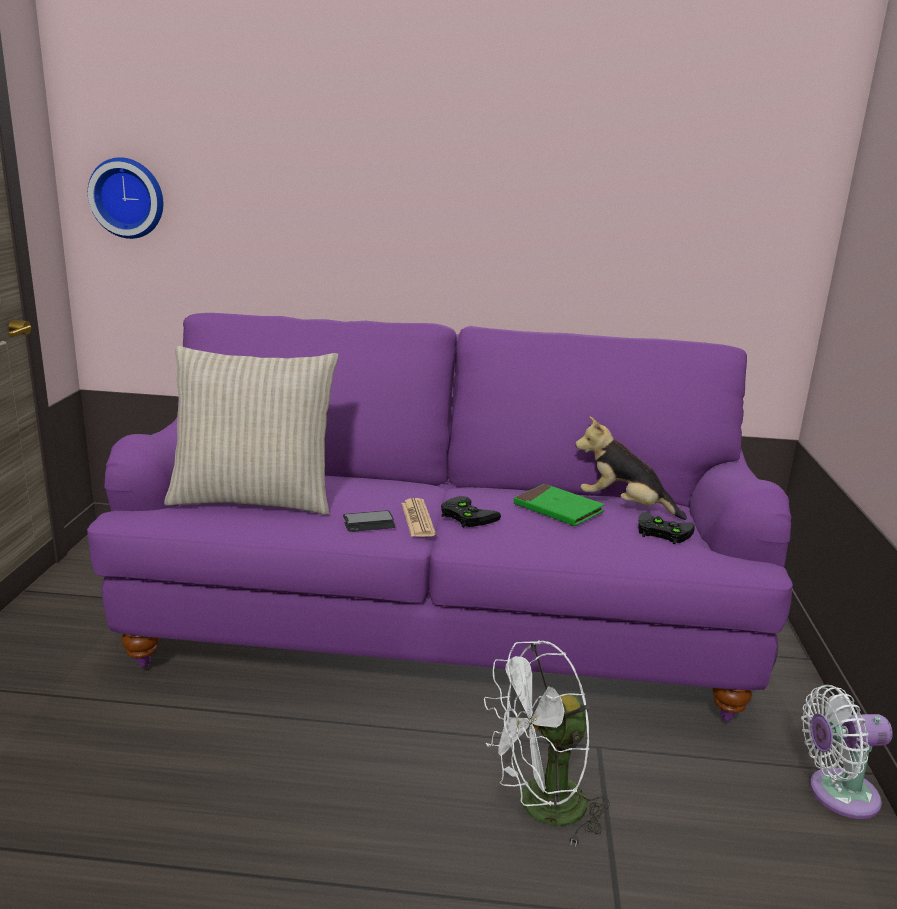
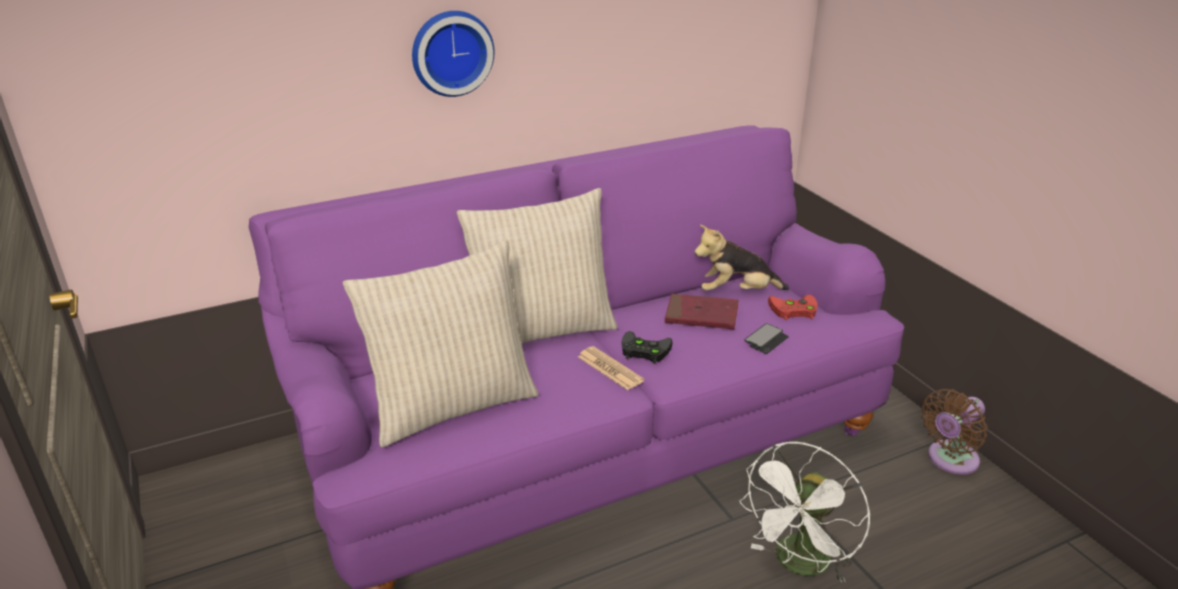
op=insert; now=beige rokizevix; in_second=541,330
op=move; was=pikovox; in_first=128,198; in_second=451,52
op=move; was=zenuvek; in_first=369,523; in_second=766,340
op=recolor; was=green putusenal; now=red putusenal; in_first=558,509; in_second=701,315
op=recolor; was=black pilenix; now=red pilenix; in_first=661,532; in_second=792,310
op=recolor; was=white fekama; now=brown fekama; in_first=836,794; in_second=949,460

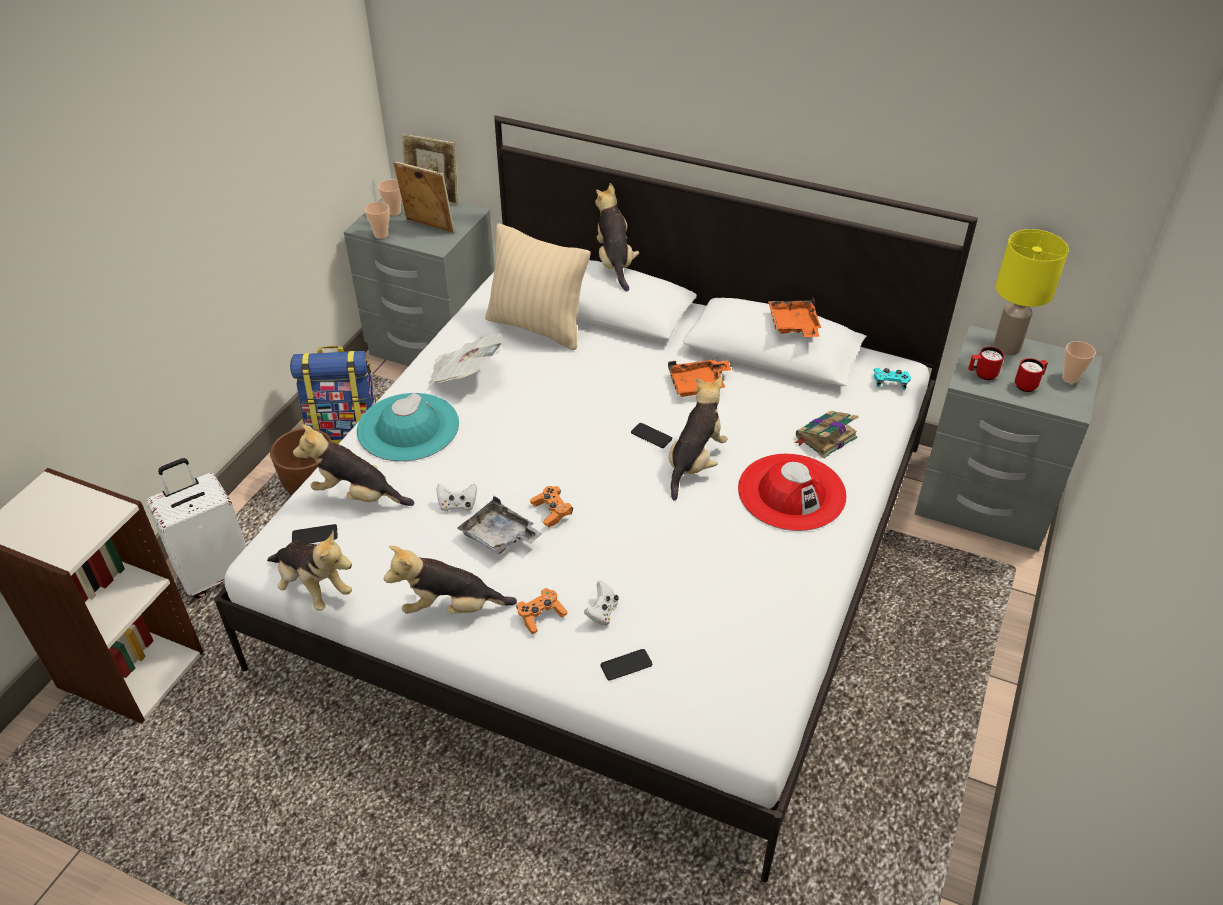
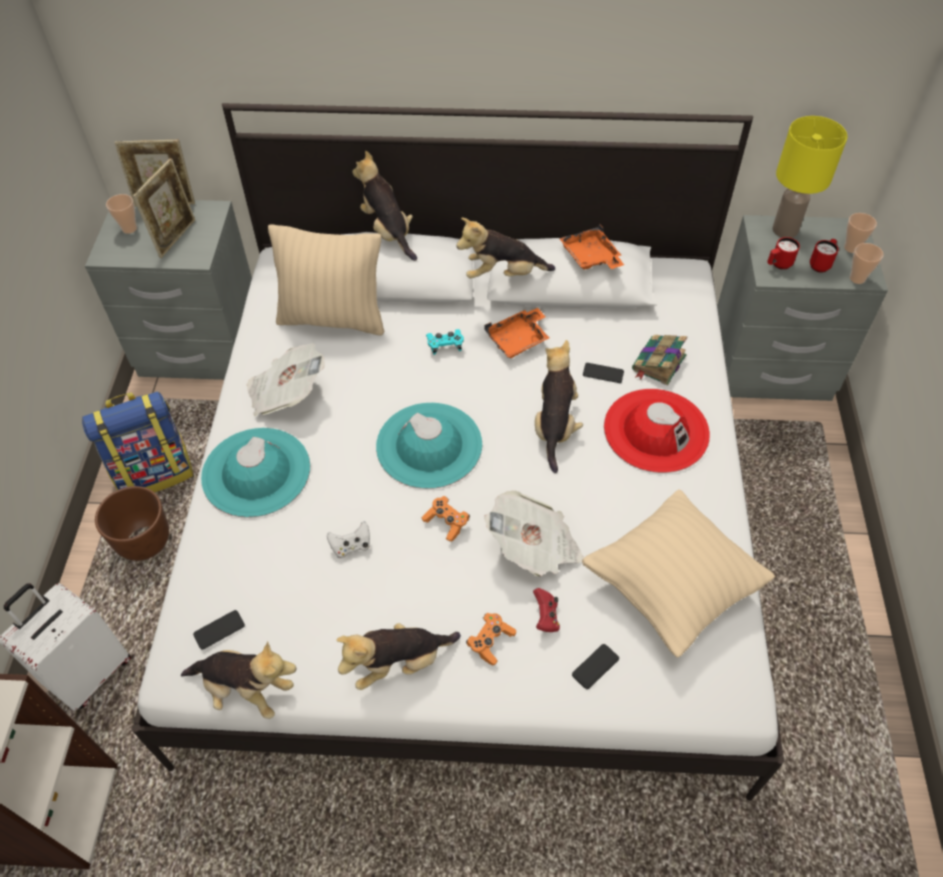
op=delete; was=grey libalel; in_first=499,536
op=insert; now=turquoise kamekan; in_second=429,445
op=insert; now=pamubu; in_second=534,548
op=insert; now=beige rokizevix; in_second=671,587
op=move; was=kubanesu; in_first=357,496; in_second=503,275
op=move; was=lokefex; in_first=381,235; in_second=857,278
op=move; was=zenuvek; in_first=651,436; in_second=603,373
op=move; was=turquoise pilenix; in_first=890,383; in_second=445,345
op=recolor; was=white pilenix; now=red pilenix; in_first=602,612; in_second=546,617
op=rotate; was=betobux; in_first=428,227; in_second=175,237; clockwise=105

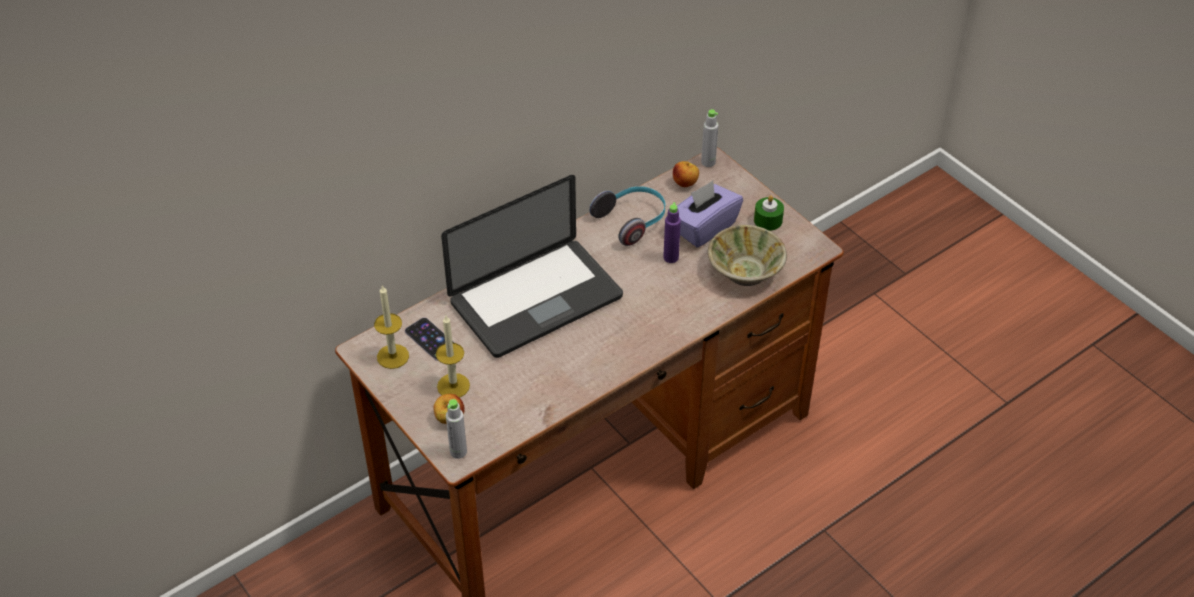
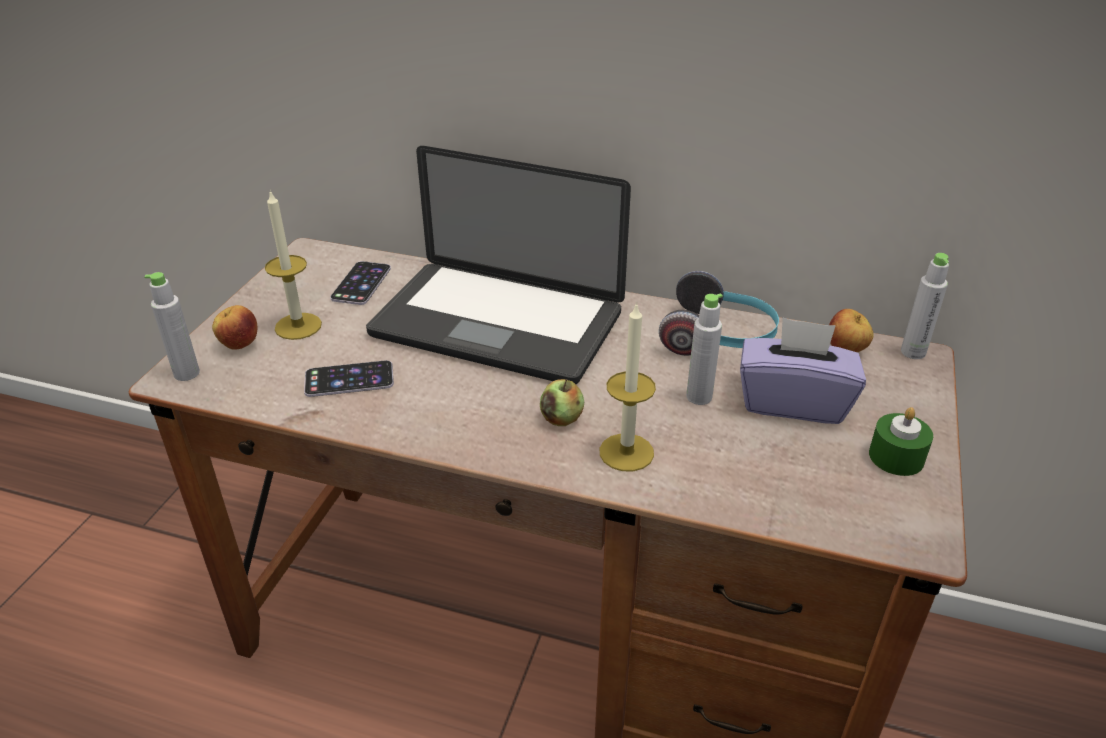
op=delete; was=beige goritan; in_first=745,270
op=insert; now=zenuvek; in_second=349,379
op=insert; now=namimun; in_second=561,418
op=move; was=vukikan; in_first=393,356; in_second=626,452
op=recolor; was=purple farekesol; now=grey farekesol; in_first=671,257; in_second=699,397

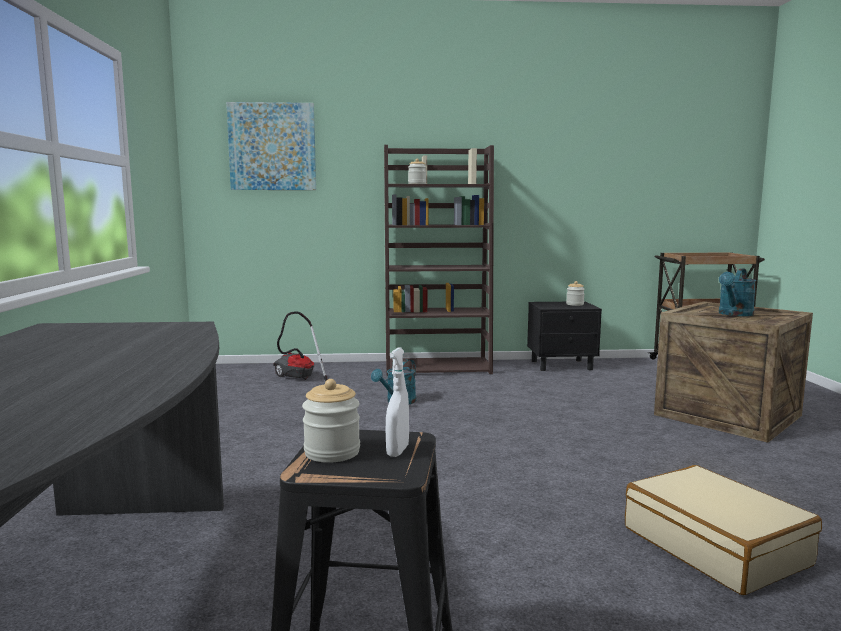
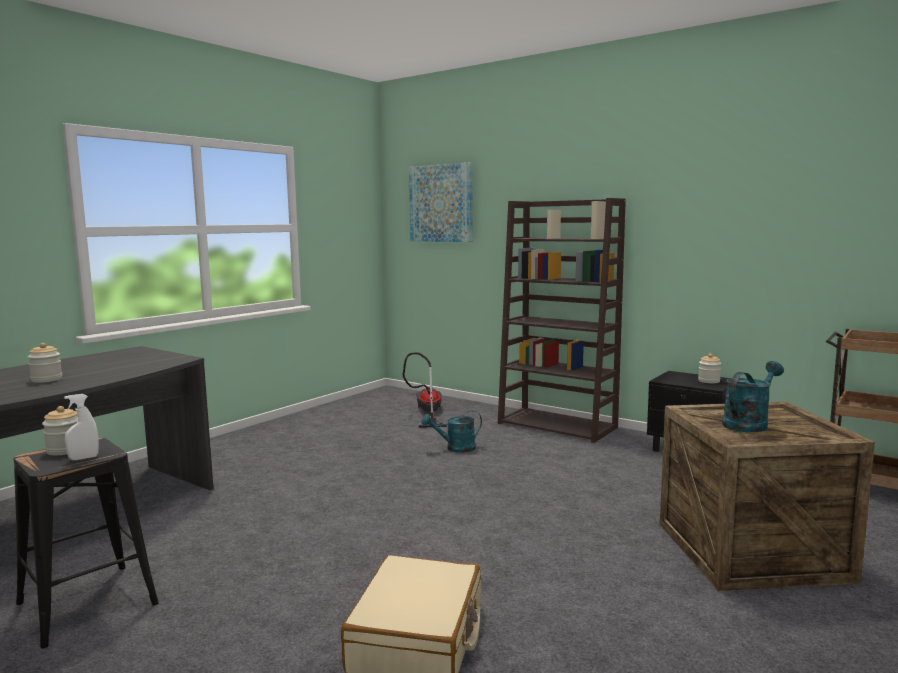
op=move; was=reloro; in_first=417,184; in_second=46,379
op=rotate; was=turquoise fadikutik; in_first=734,314; in_second=748,423; clockwise=150

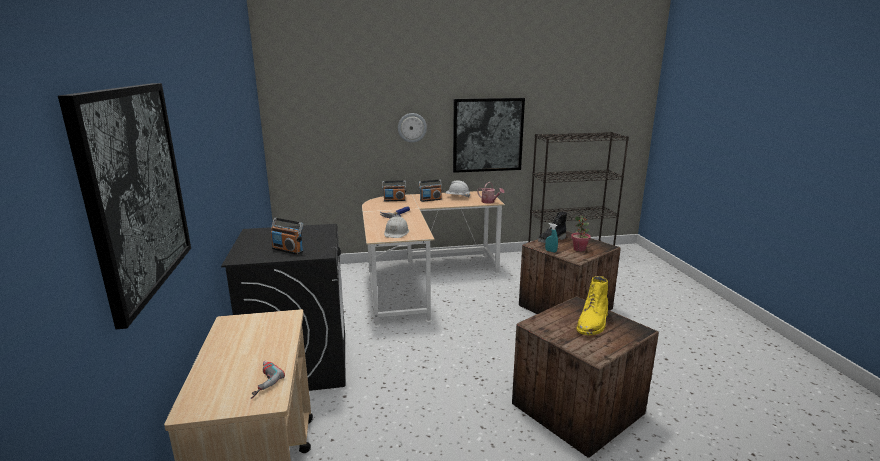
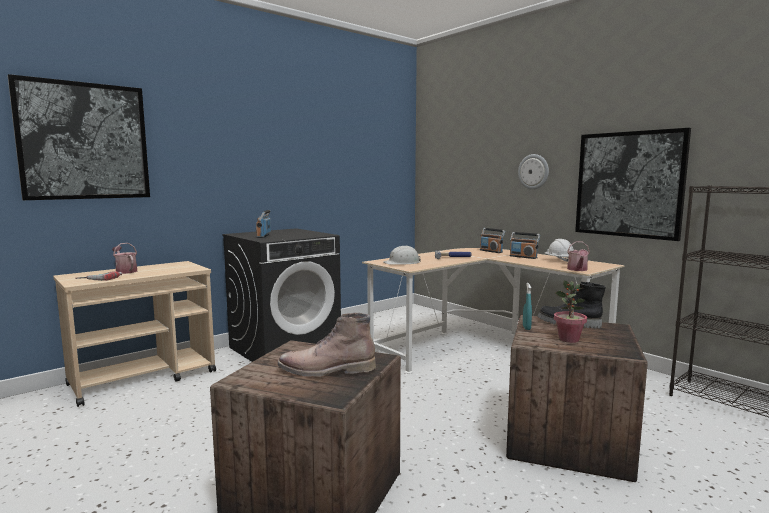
op=insert; now=fadikutik; in_second=125,271
op=recolor; was=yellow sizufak; now=brown sizufak; in_first=593,323; in_second=326,370

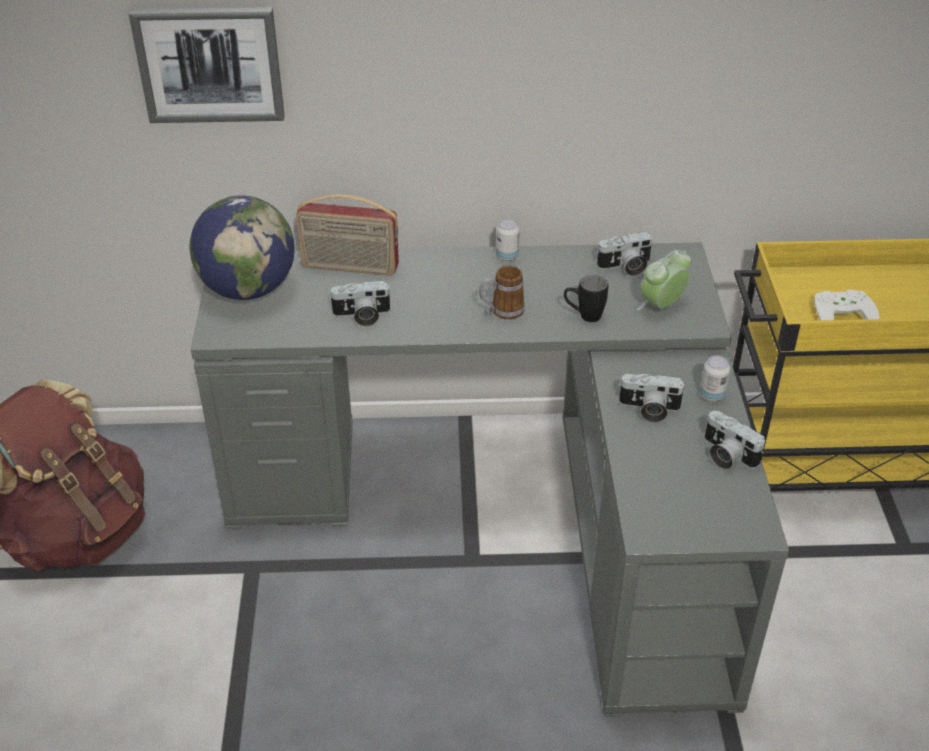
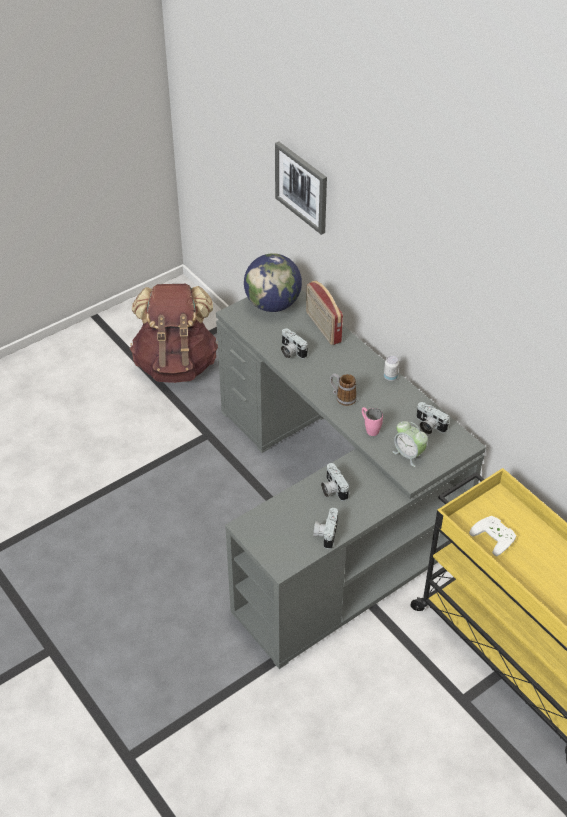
op=delete; was=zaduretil; in_first=712,395
op=recolor; was=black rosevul; now=pink rosevul; in_first=583,316; in_second=369,429
op=rotate; was=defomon; in_first=661,306; in_second=408,455; clockwise=-150

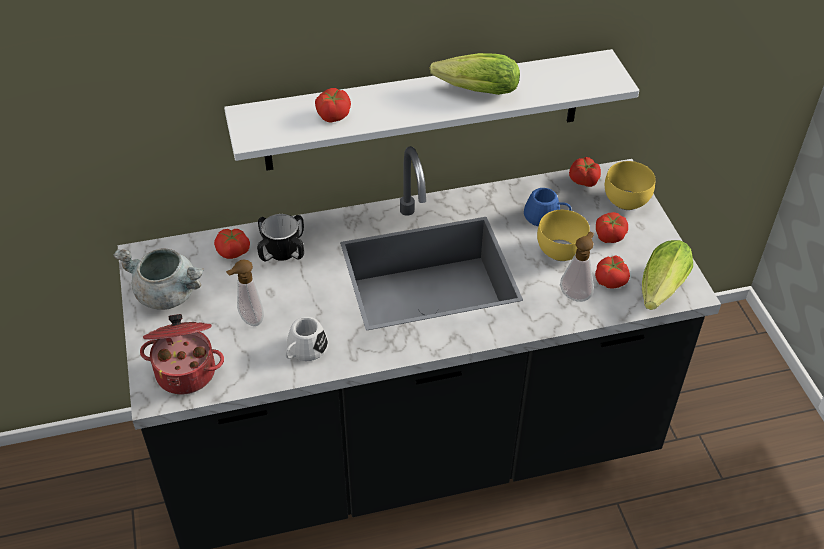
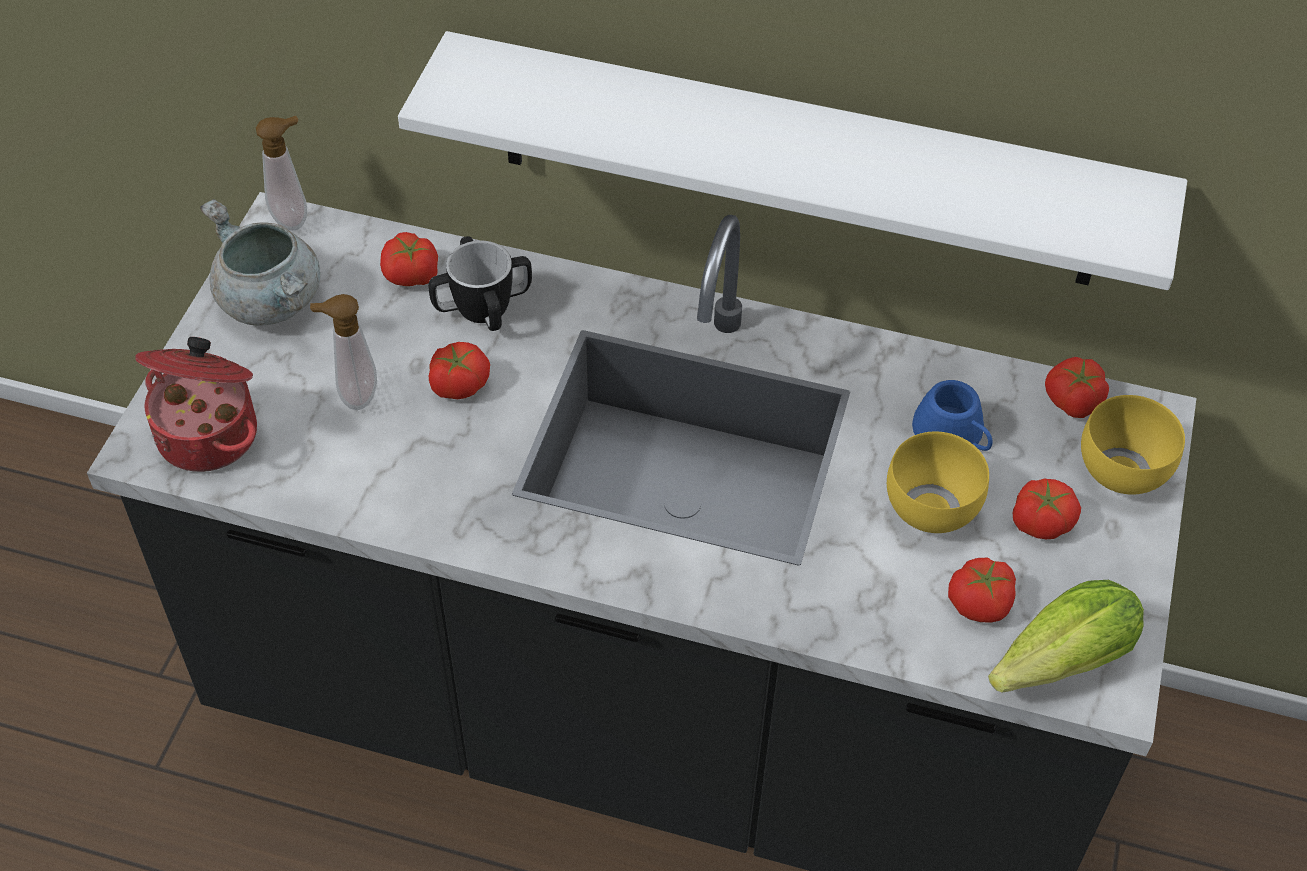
op=delete; was=white rosevul; in_first=304,351
op=delete; was=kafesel; in_first=473,91
op=move; was=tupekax; in_first=332,115; in_second=458,383
op=move; was=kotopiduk; in_first=576,294; in_second=294,218

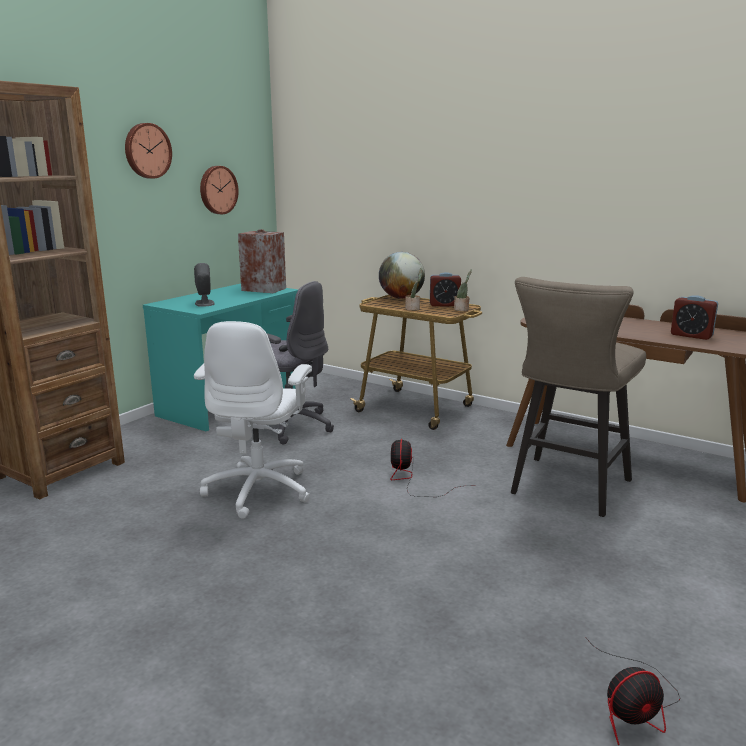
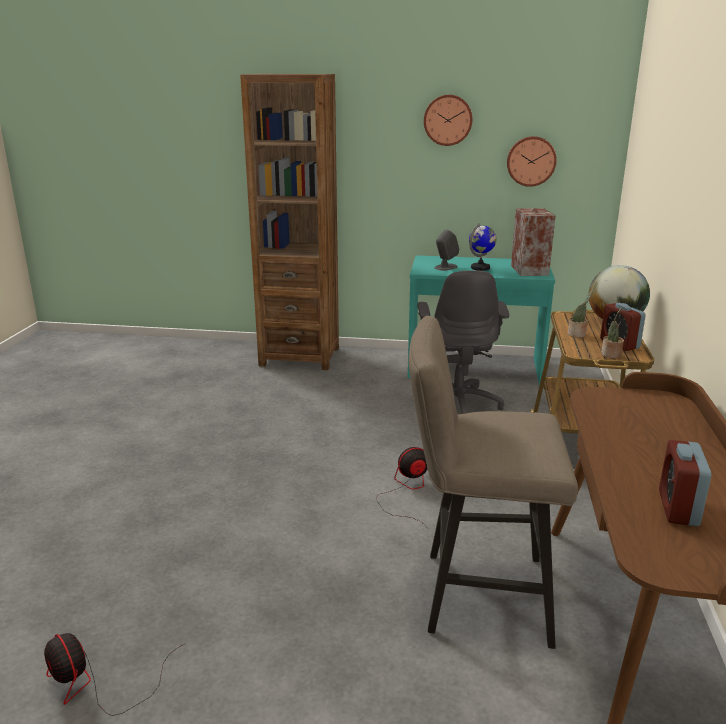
op=delete; was=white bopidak; in_first=260,490
op=insert; now=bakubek; in_second=480,268

